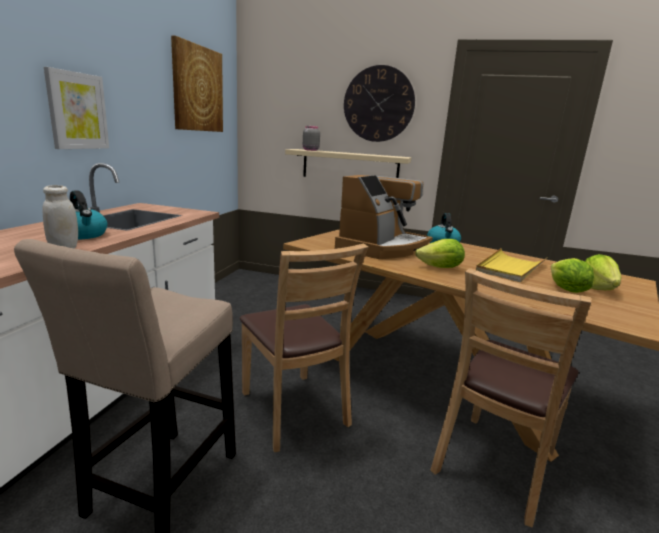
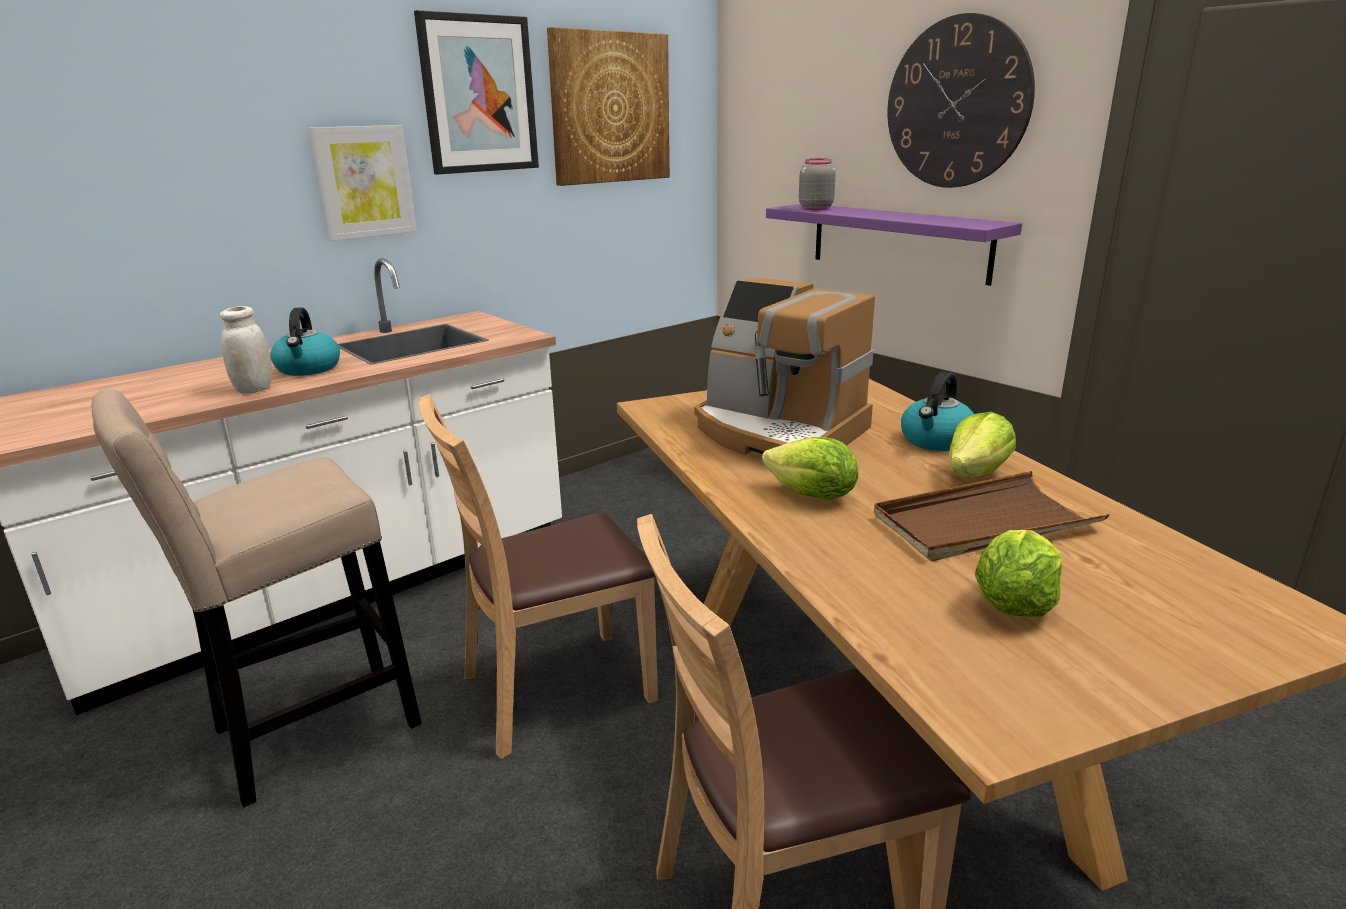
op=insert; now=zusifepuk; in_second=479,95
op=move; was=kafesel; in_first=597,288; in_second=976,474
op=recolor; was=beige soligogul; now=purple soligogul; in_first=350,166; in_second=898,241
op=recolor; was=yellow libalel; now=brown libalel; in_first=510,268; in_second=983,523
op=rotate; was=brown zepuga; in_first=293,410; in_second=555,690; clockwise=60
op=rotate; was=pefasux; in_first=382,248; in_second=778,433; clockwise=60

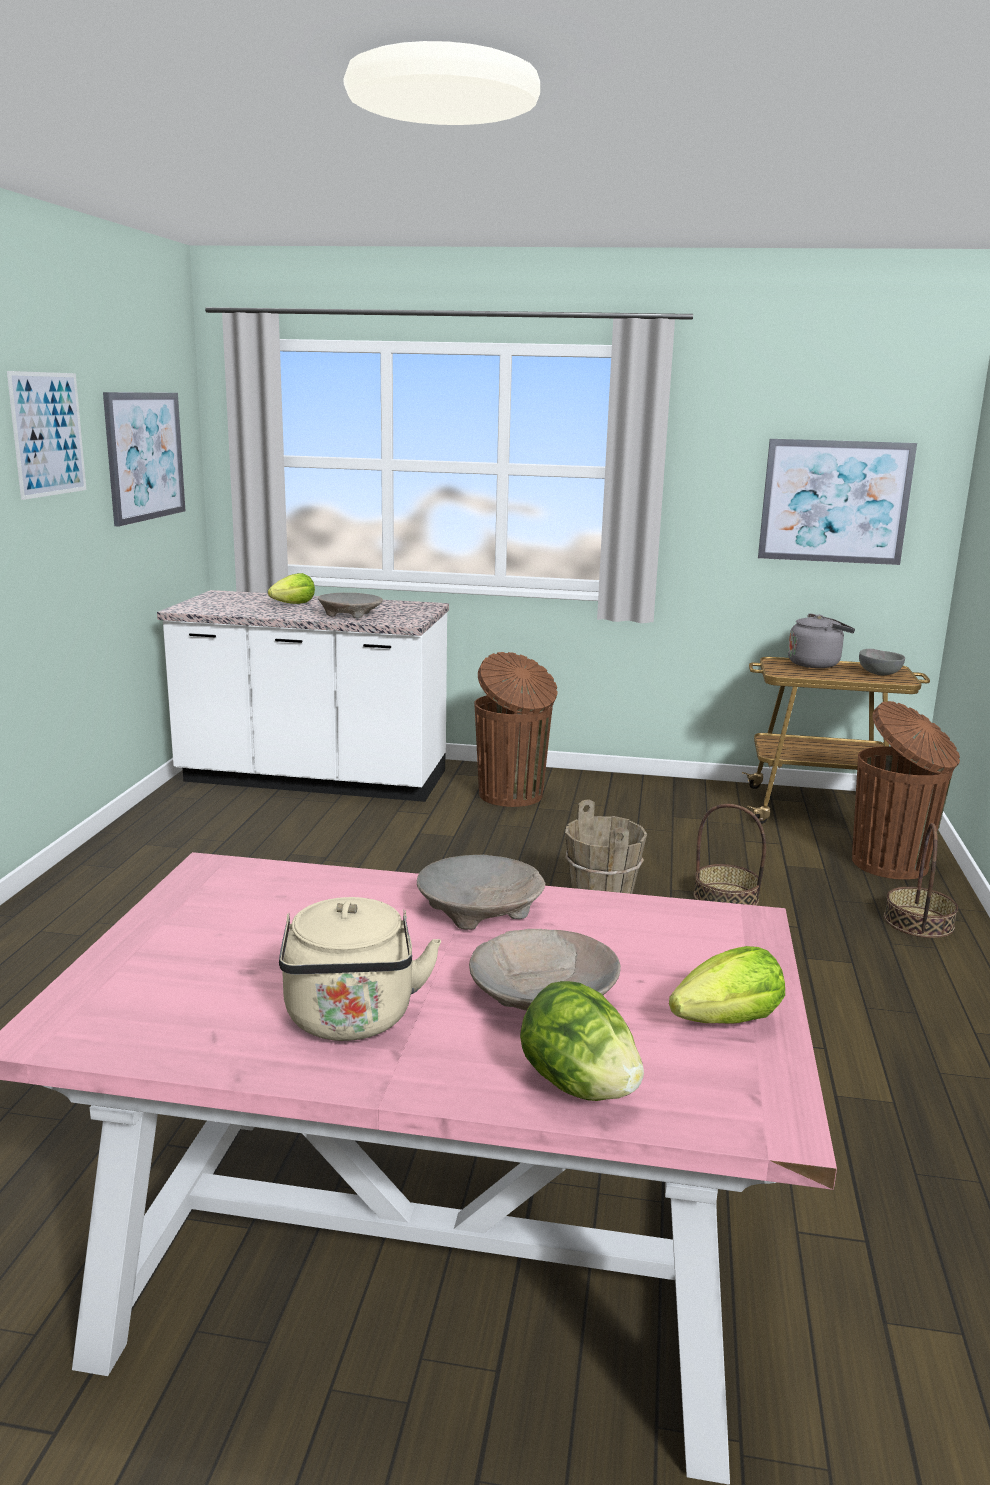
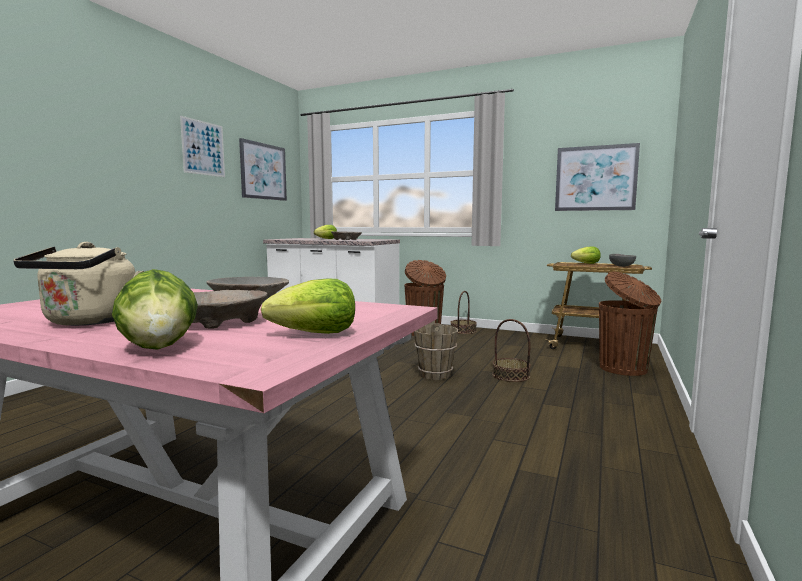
op=move; was=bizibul; in_first=919,922; in_second=463,331
op=replace; was=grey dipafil; now=kafesel; in_first=816,664; in_second=586,263

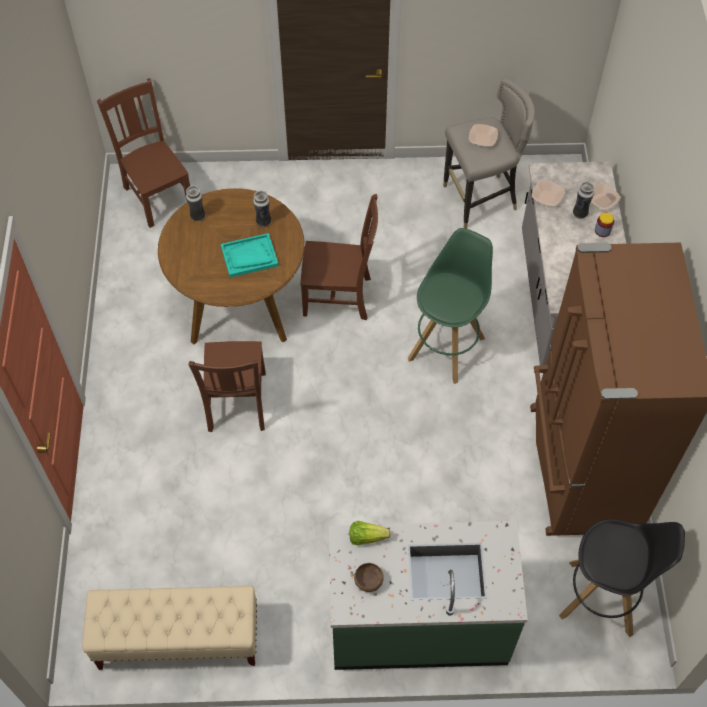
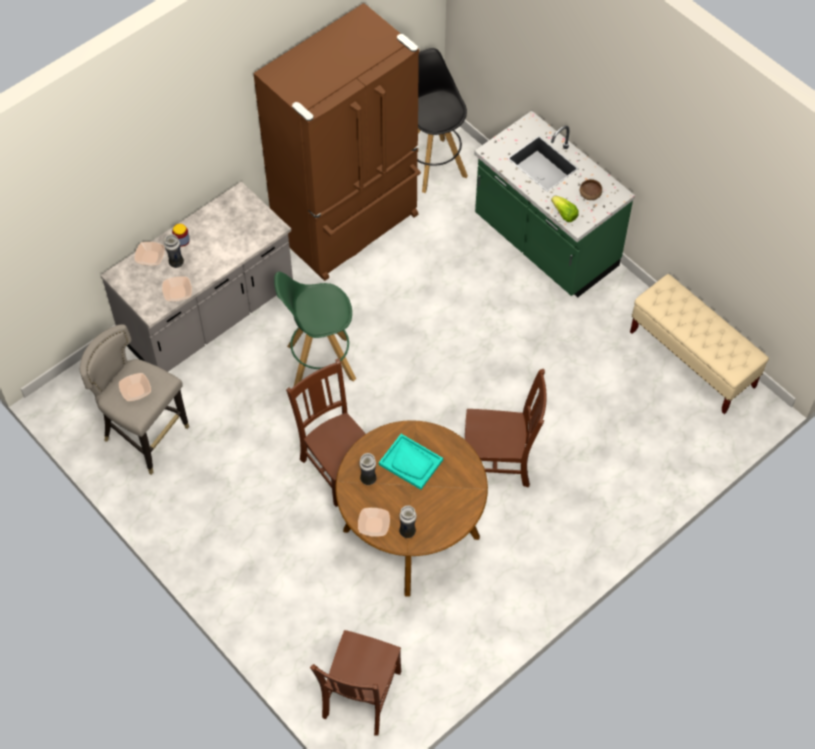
op=insert; now=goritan; in_second=374,525
op=rotate; was=brown zepuga; in_first=237,404; in_second=500,462; clockwise=45

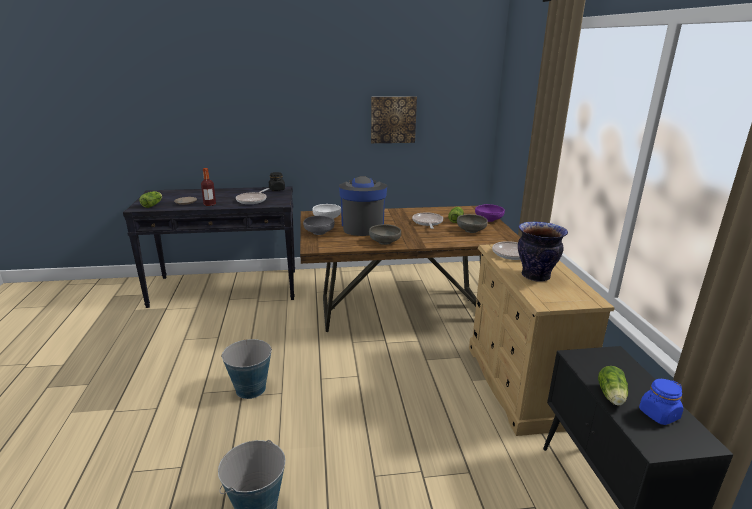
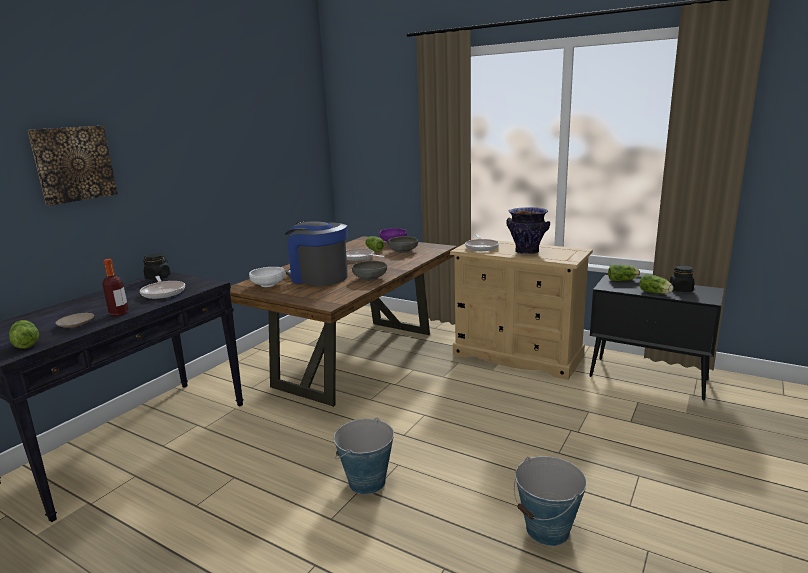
op=delete; was=grey goritan; in_first=319,232
op=insert; now=kafesel; in_second=623,280
op=move; was=zusifepuk; in_first=393,119; in_second=73,164
op=recolor; was=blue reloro; now=black reloro; in_first=658,414; in_second=681,289

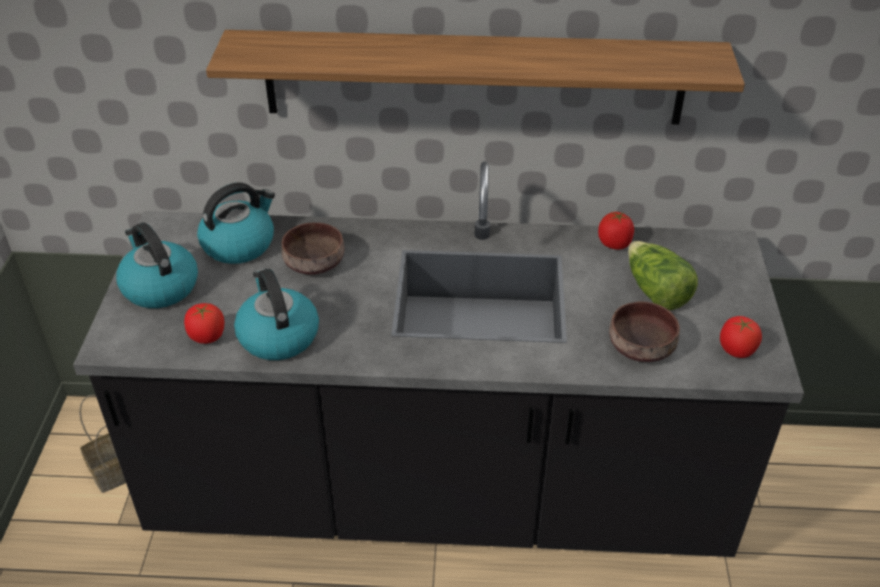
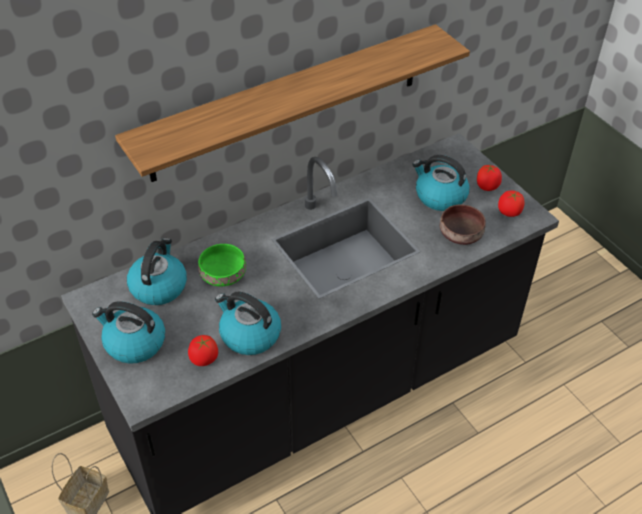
op=move; was=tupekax; in_first=614,244; in_second=487,187
op=replace; was=kafesel; now=dipafil; in_first=655,291; in_second=439,196
op=recolor; was=brown goritan; now=green goritan; in_first=313,261; in_second=222,274

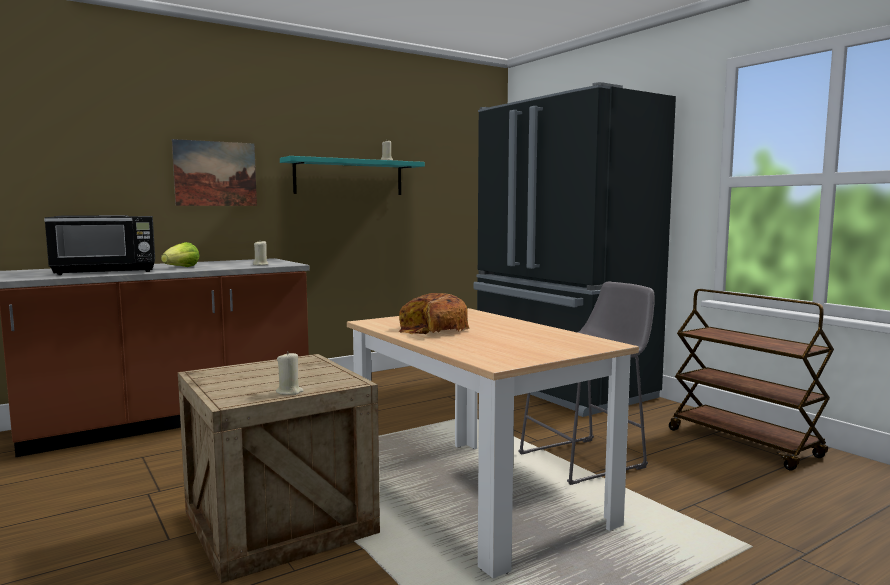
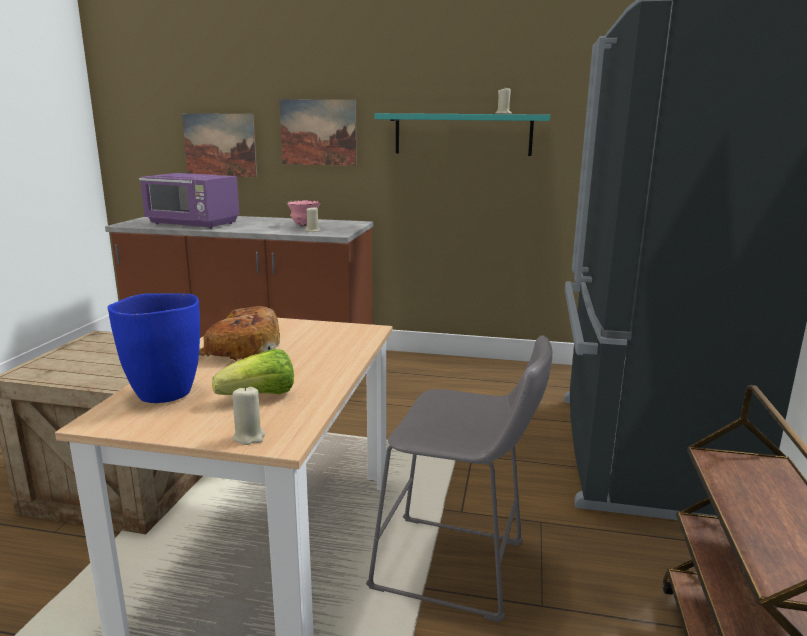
op=insert; now=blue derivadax; in_second=164,393
op=insert; now=zusifepuk; in_second=220,145
op=insert; now=pink goritan; in_second=304,225
op=move; was=kafesel; in_first=181,268; in_second=260,396
op=move; was=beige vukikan; in_first=289,392; in_second=249,437
op=recolor; was=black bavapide; now=purple bavapide; in_first=107,271; in_second=193,224

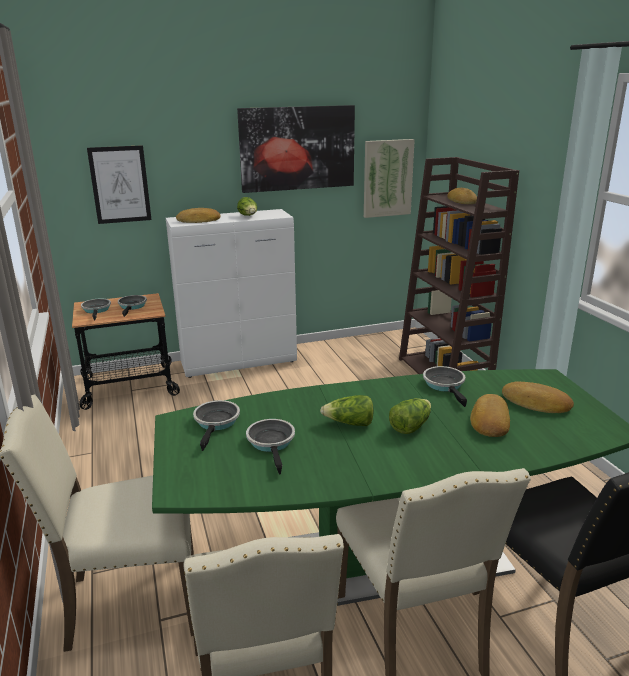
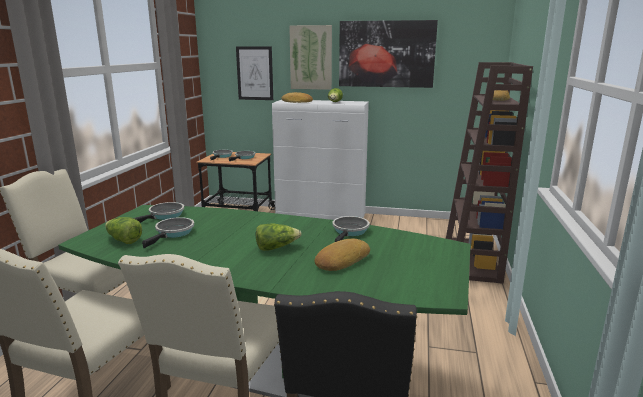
op=delete; was=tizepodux; in_first=536,403
op=move; was=kafesel; in_first=349,423; in_second=123,240
op=move; was=zusifepuk; in_first=387,178; in_second=311,57

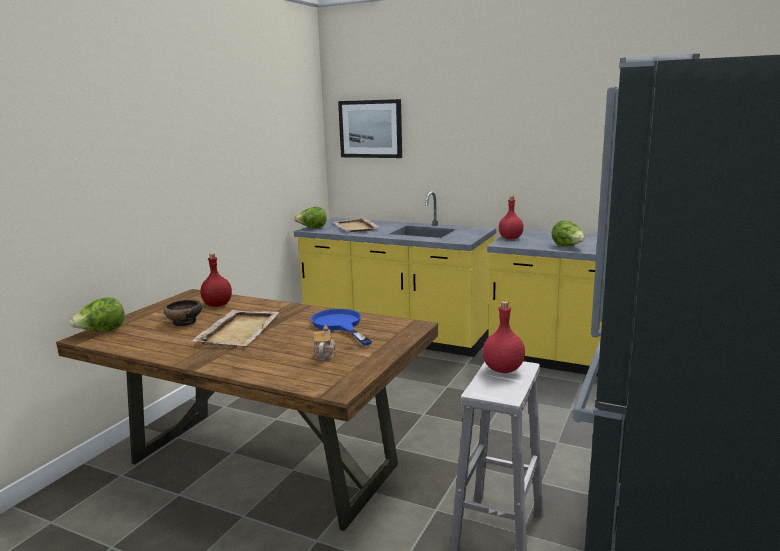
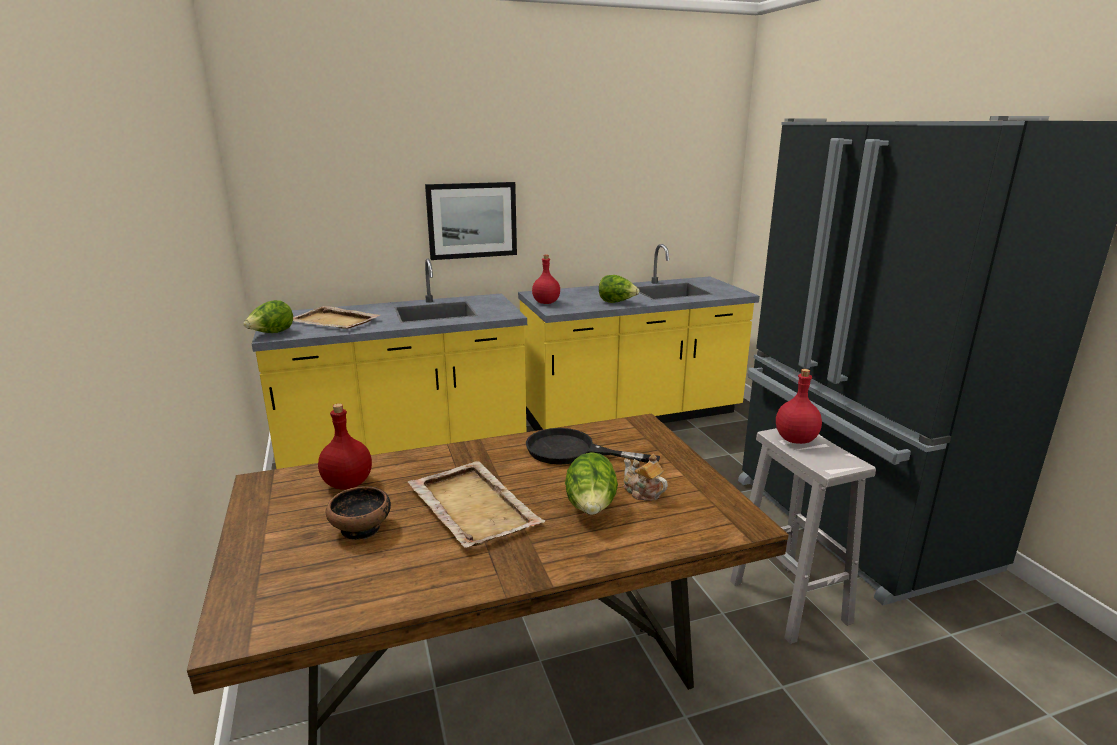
op=move; was=kafesel; in_first=102,332; in_second=591,509
op=move; was=zusifepuk; in_first=370,129; in_second=472,220
op=recolor; was=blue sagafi; now=black sagafi; in_first=340,325; in_second=572,451

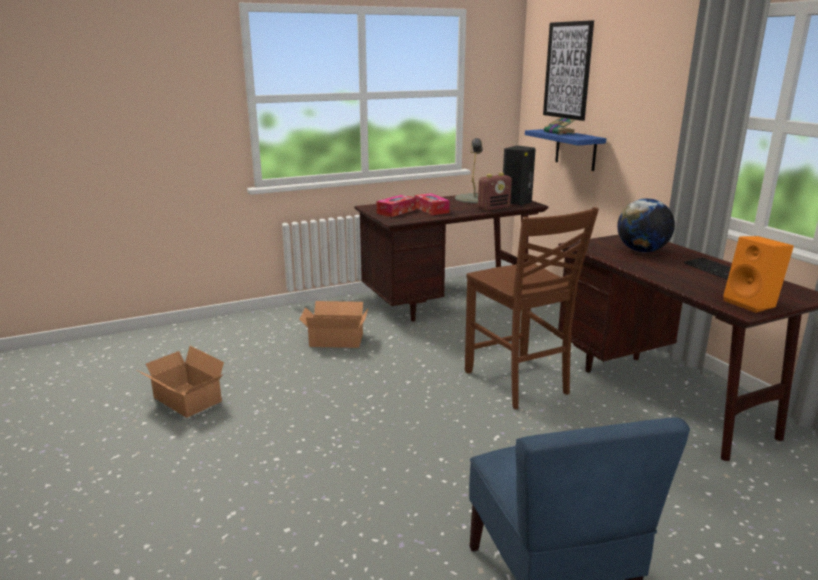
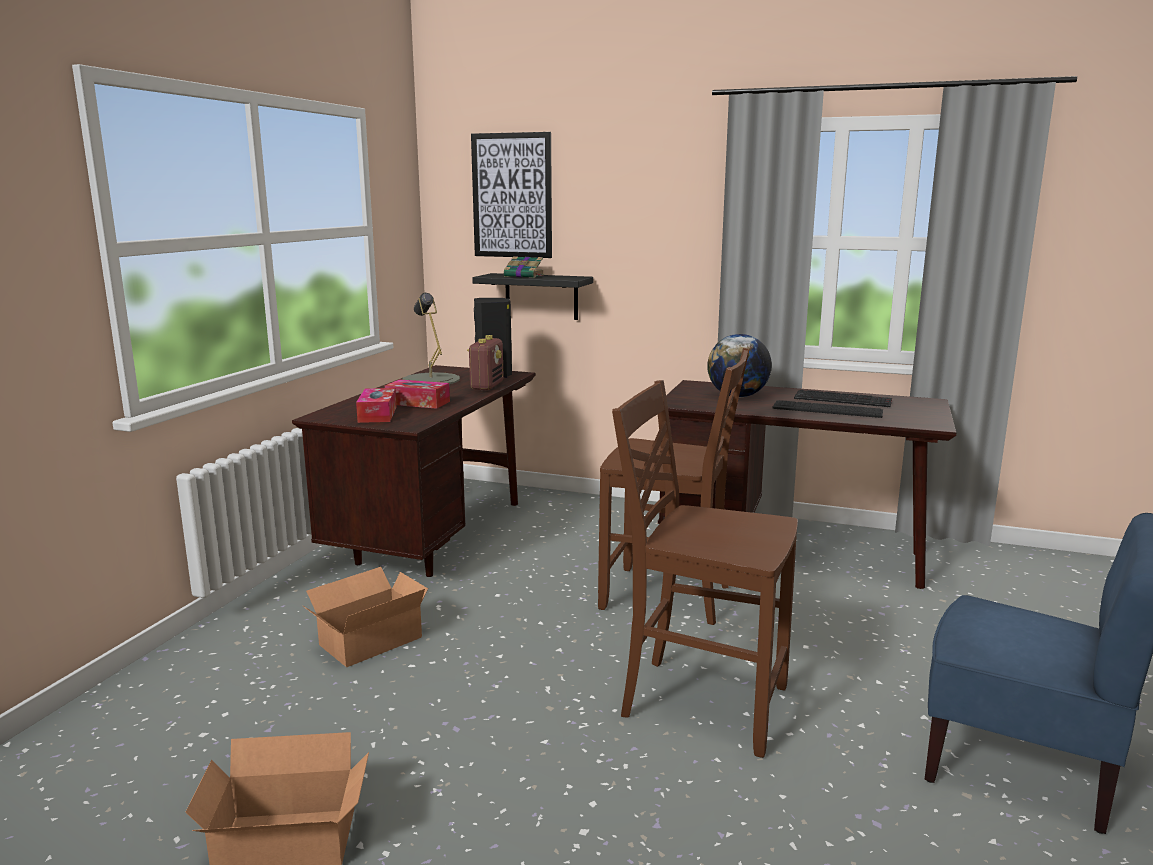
op=delete; was=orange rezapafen; in_first=752,303
op=insert; now=brown zepuga; in_second=701,702
op=insert; now=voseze; in_second=827,409
op=recolor; was=blue soligogul; now=black soligogul; in_first=575,149; in_second=541,296

